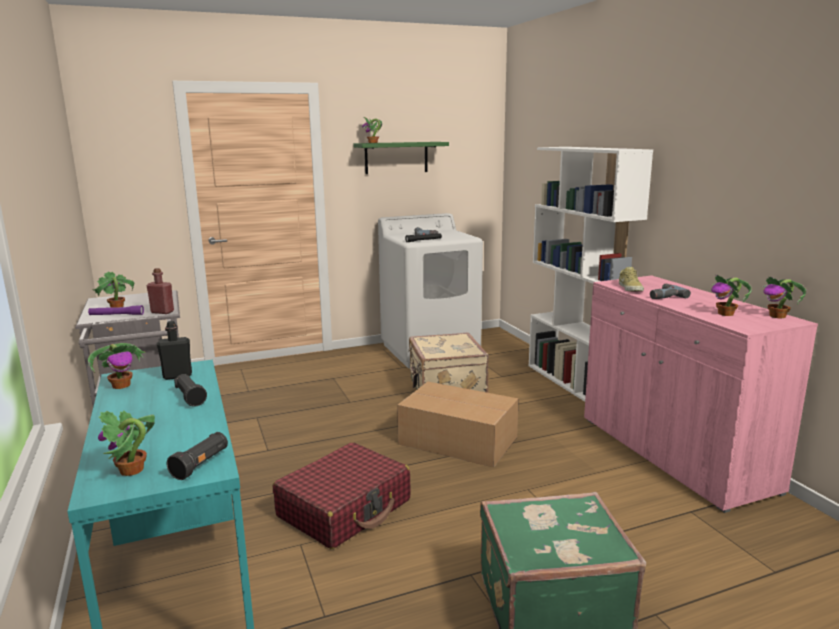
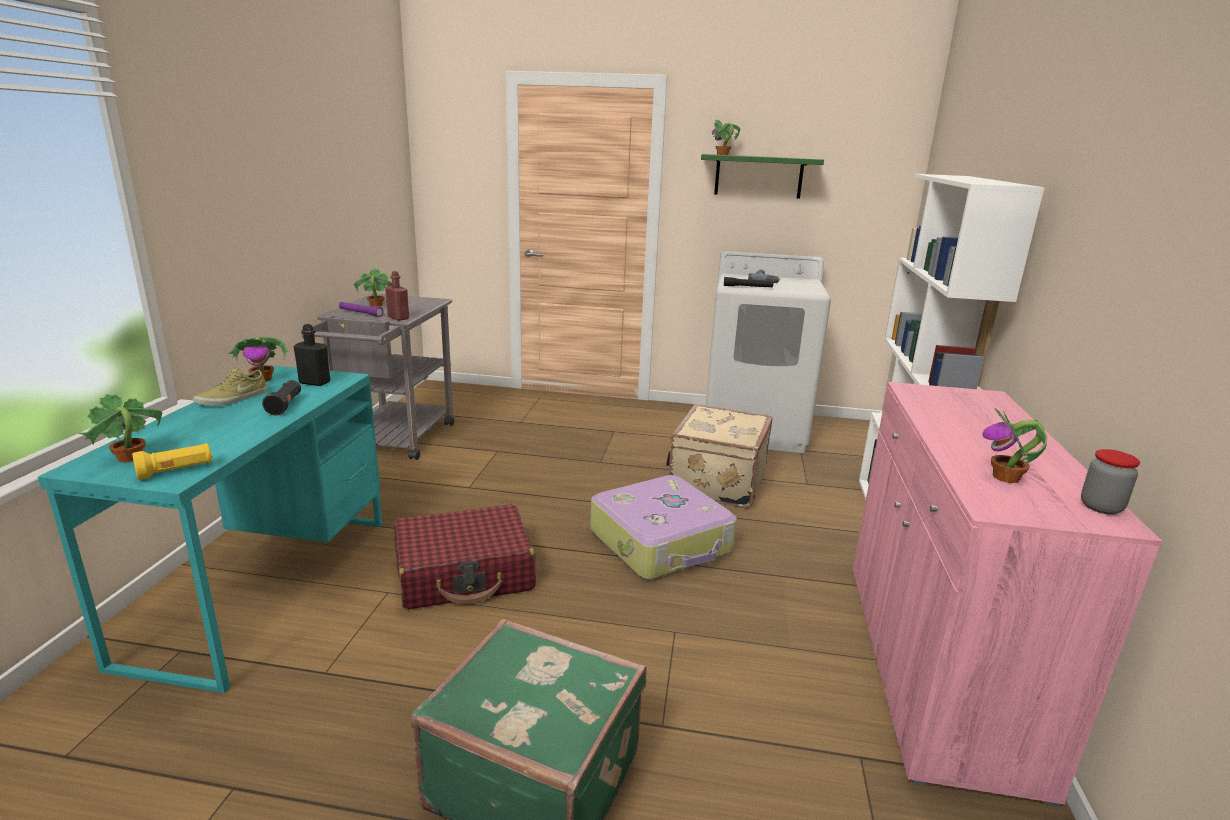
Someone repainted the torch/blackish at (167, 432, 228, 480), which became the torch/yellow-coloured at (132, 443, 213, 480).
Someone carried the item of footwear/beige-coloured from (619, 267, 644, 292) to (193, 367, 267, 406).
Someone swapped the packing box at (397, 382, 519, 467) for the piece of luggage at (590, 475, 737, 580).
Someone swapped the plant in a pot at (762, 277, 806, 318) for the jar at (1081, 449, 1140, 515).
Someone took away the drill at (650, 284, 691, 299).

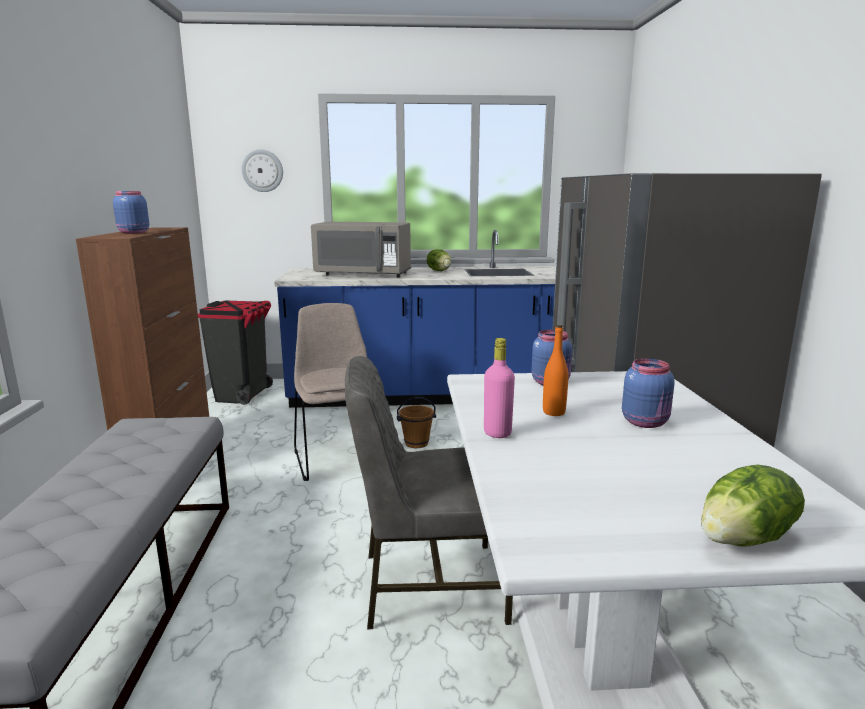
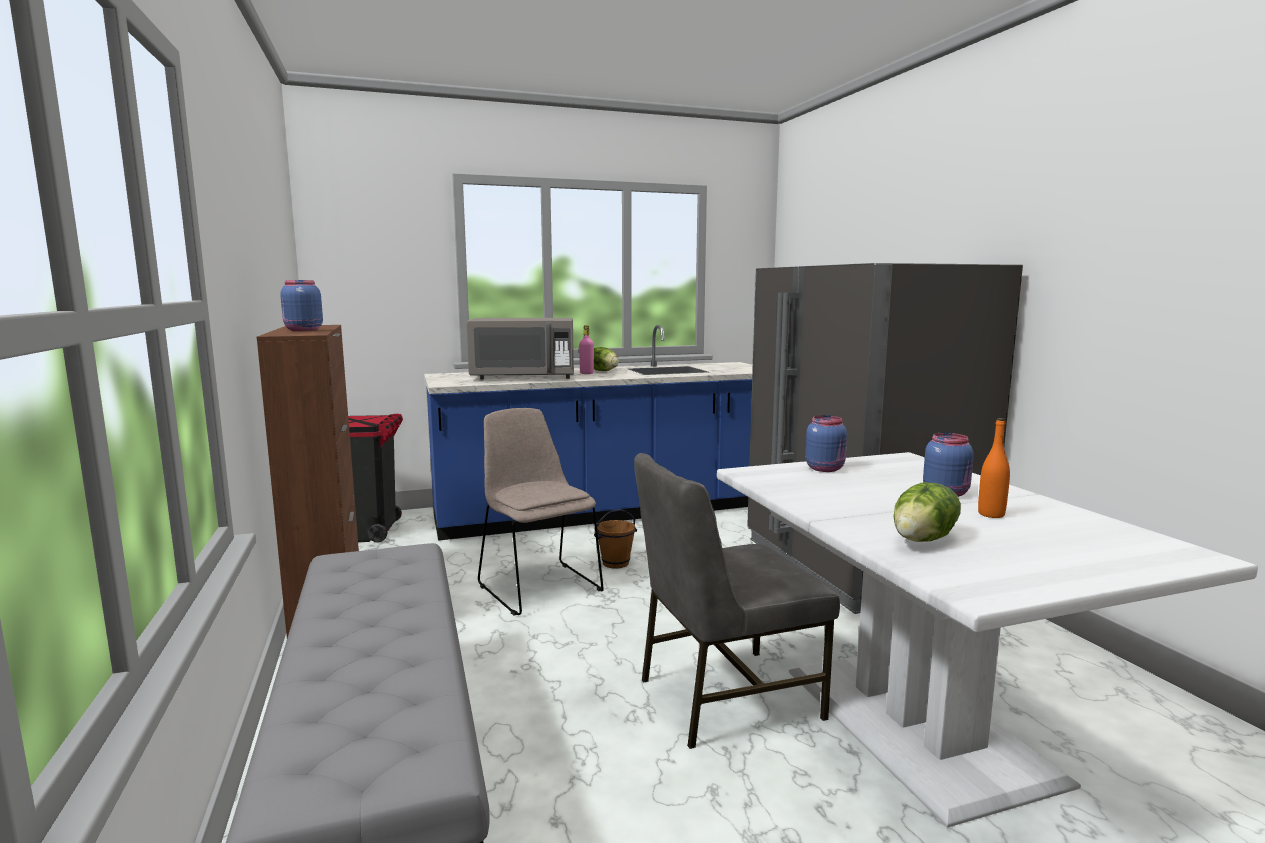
Someone carried the bottle/pinkish from (484, 338, 515, 438) to (579, 325, 594, 374).
Someone carried the head of lettuce from (701, 465, 805, 547) to (894, 482, 961, 542).
Someone carried the bottle/orangey from (543, 325, 568, 416) to (978, 418, 1010, 518).
Someone took away the wall clock at (242, 149, 283, 192).

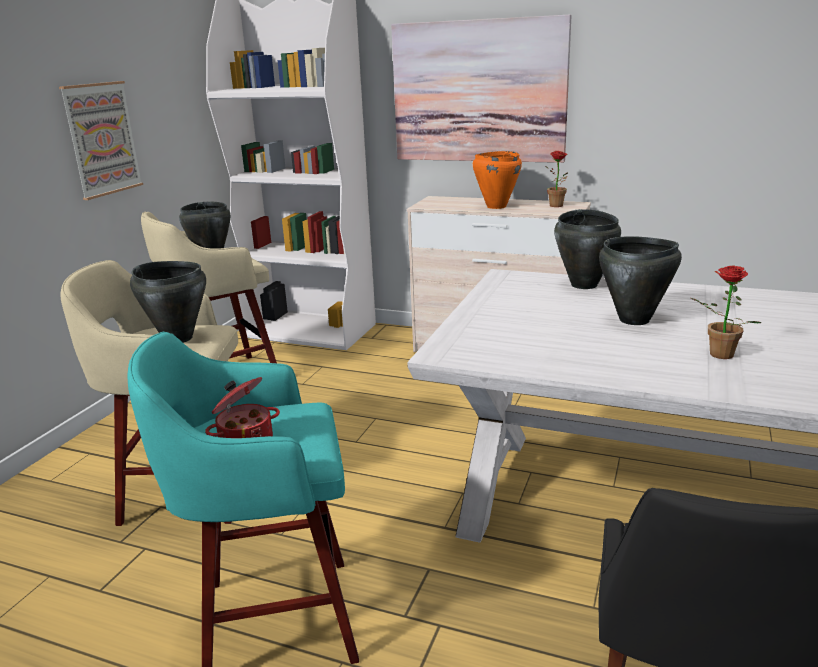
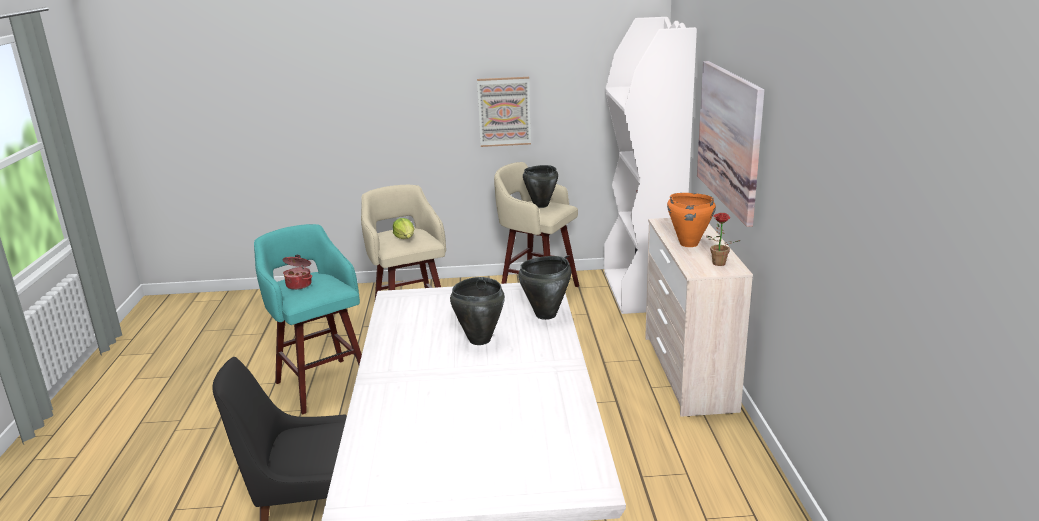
Someone swapped the stockpot/blackish at (130, 261, 206, 343) for the head of lettuce at (393, 218, 414, 239).
Someone took away the plant in a pot at (691, 266, 761, 359).

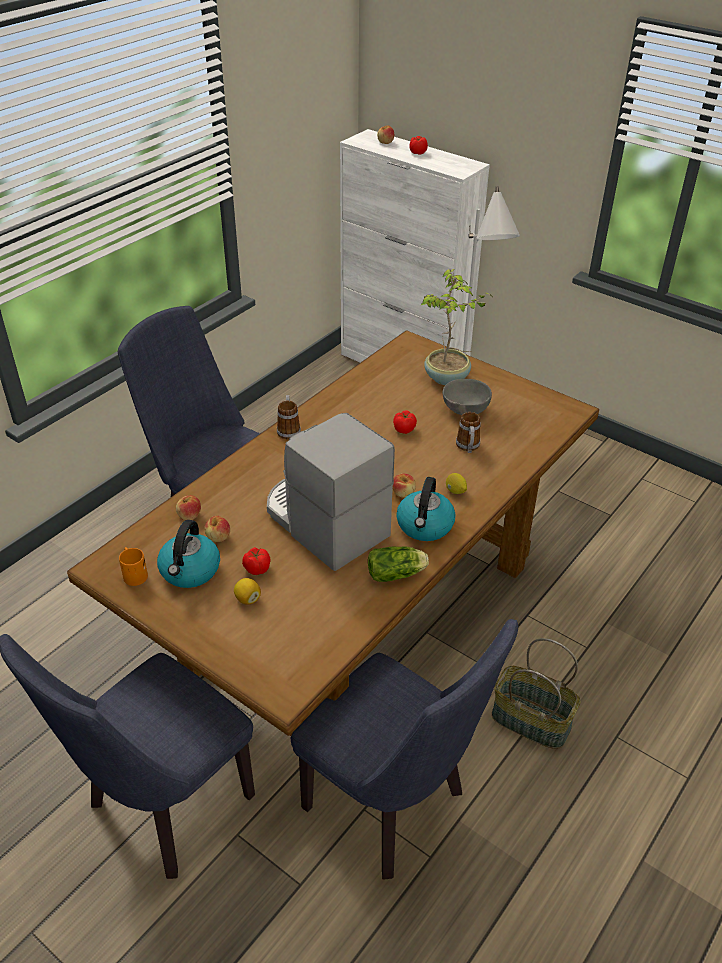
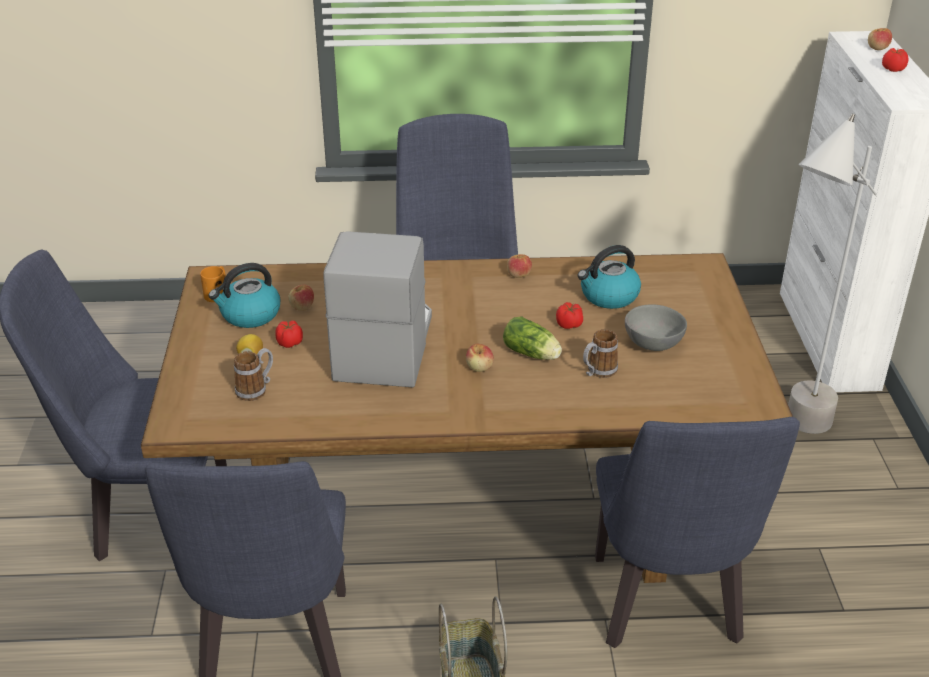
Someone carried the mug from (277, 395, 301, 440) to (234, 348, 273, 401).
Someone carried the head of lettuce from (368, 546, 429, 582) to (503, 316, 562, 360).
Someone carried the whole apple from (176, 495, 201, 520) to (507, 254, 532, 278).
Someone carried the kettle from (396, 477, 455, 541) to (577, 245, 641, 309).
Someone put down the chair/bluish at (595, 417, 800, 648).
Someone took away the plant in a pot at (420, 269, 493, 385).
Someone took away the lemon at (446, 473, 467, 494).

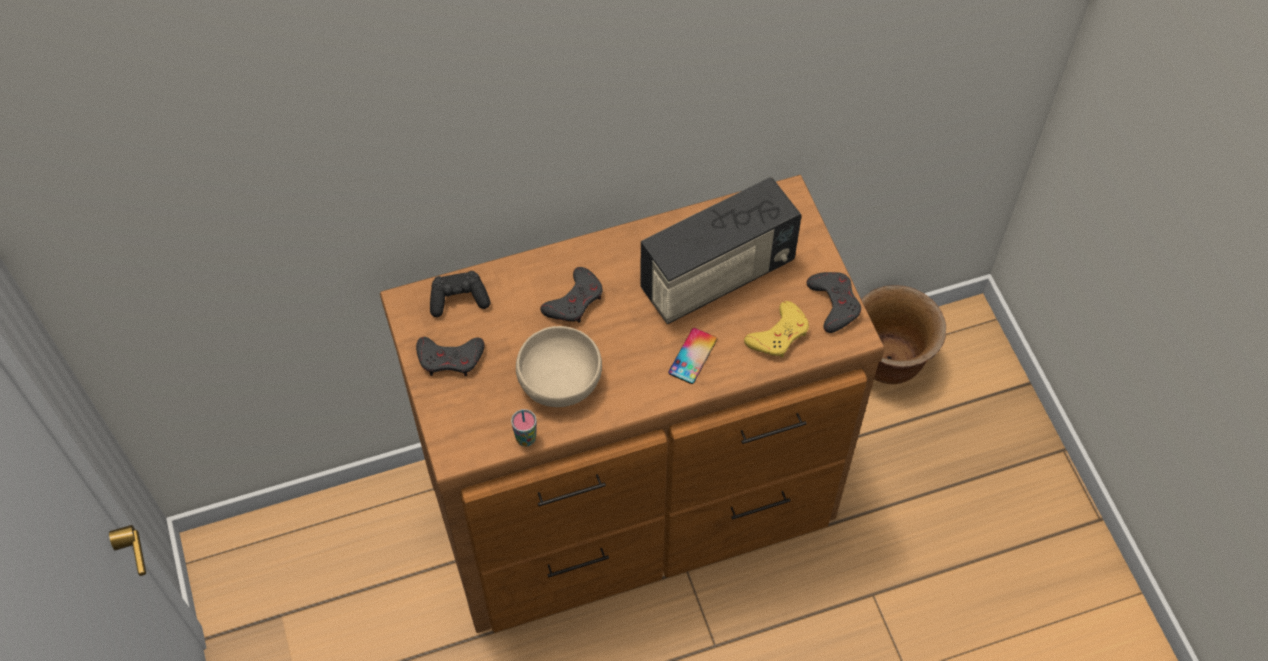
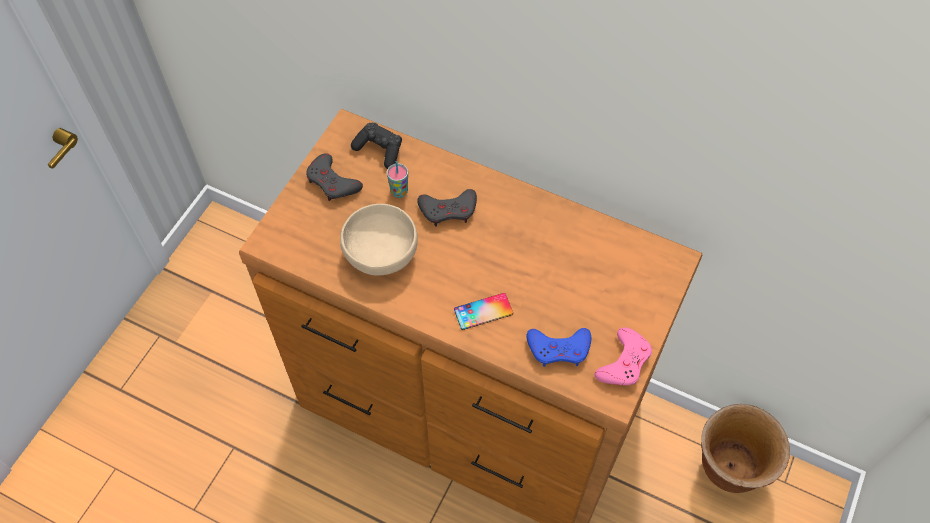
Someone carried the cup from (511, 409, 537, 446) to (387, 161, 408, 198).
Someone repainted the game controller/yellow-coloured at (744, 301, 809, 358), which became the game controller/bluish at (526, 328, 591, 367).
Someone repainted the game controller/grey at (806, 272, 861, 333), which became the game controller/pinkish at (595, 327, 652, 385).
Someone took away the radio receiver at (640, 177, 802, 325).

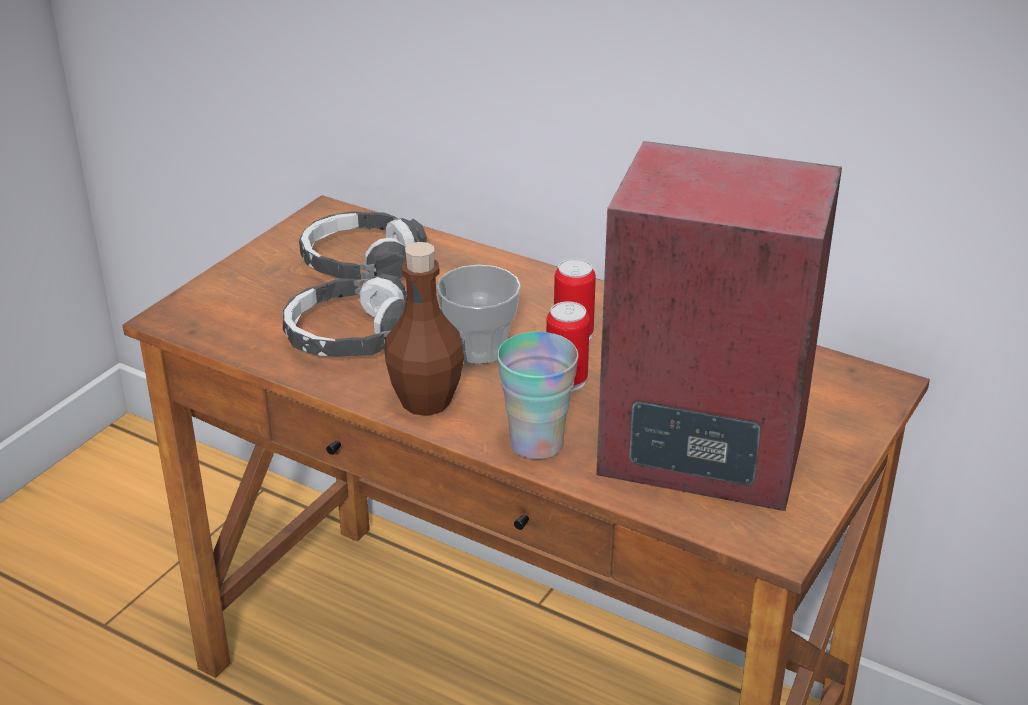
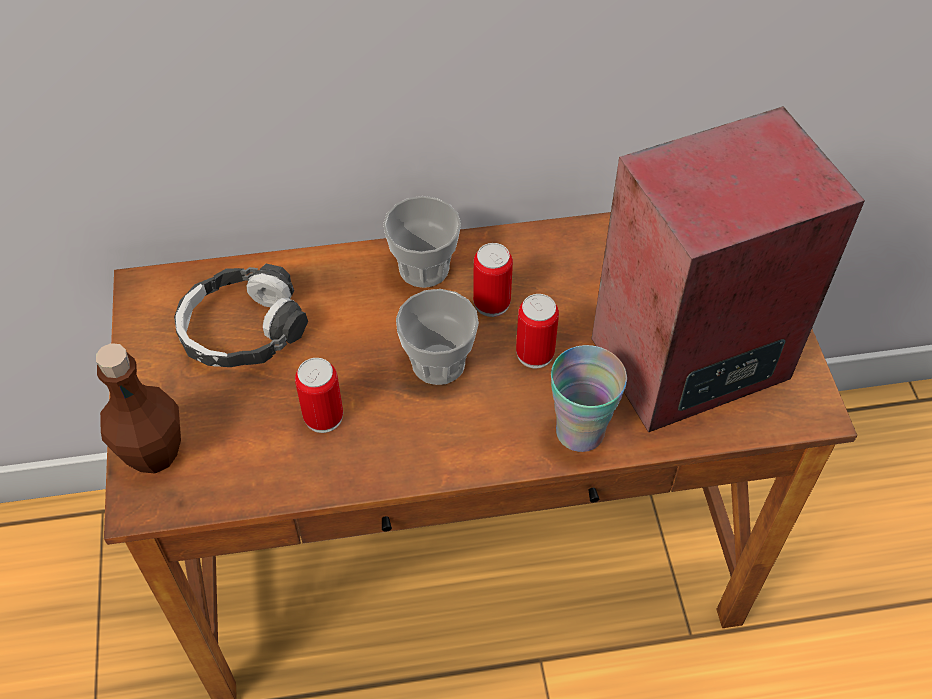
Someone carried the bottle/brownish from (384, 242, 464, 416) to (96, 343, 181, 473).
Someone swapped the pair of headphones at (283, 273, 407, 357) for the can at (295, 358, 343, 433).
Someone put down the cup at (383, 196, 461, 288).

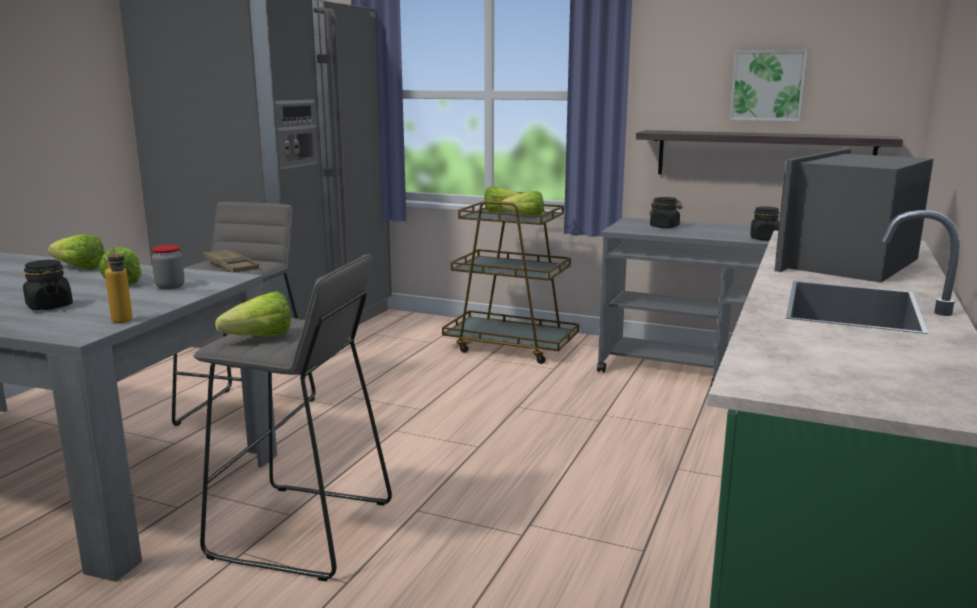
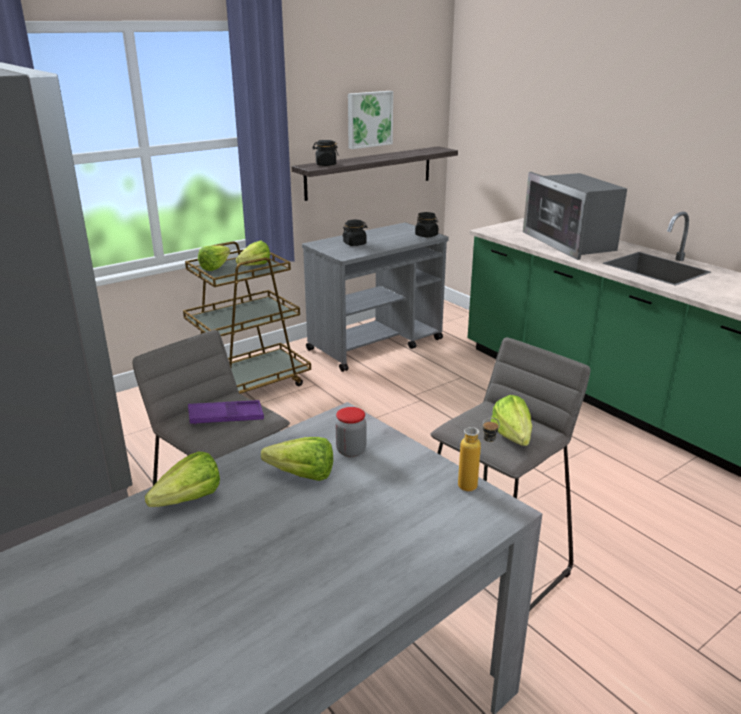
Someone repainted the serving tray/brownish at (202, 249, 259, 272), which became the serving tray/purple-coloured at (188, 400, 264, 425).
Someone carried the jar/blackish from (23, 260, 73, 310) to (312, 140, 339, 166).

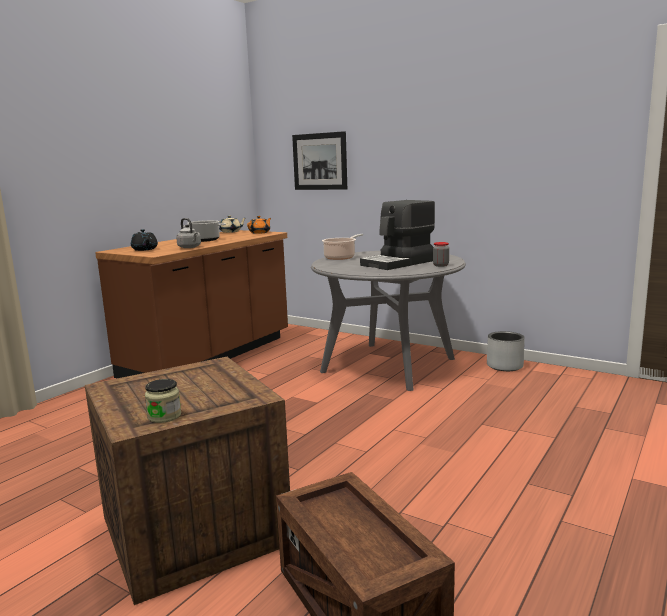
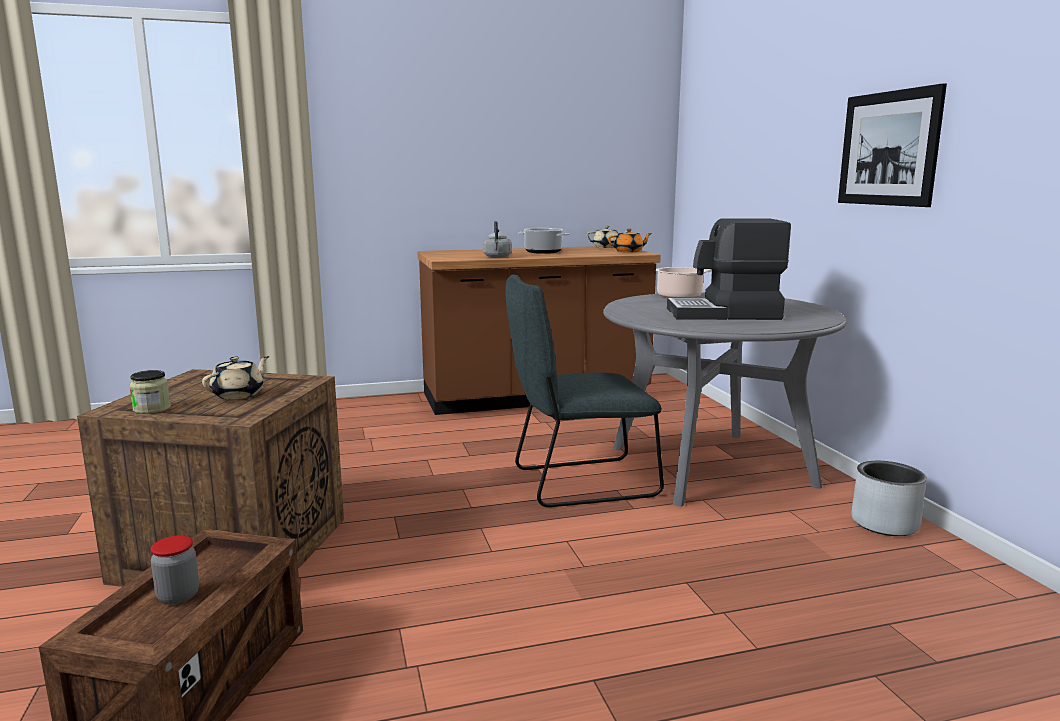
Someone carried the jar from (433, 242, 449, 267) to (151, 536, 199, 605).
Someone put down the teapot/beige-coloured at (202, 356, 269, 399).
Someone put down the chair/grey at (506, 275, 664, 507).
Someone carried the wall art from (292, 131, 347, 190) to (838, 83, 947, 207).
Someone took away the teapot/blackish at (131, 229, 158, 251).

